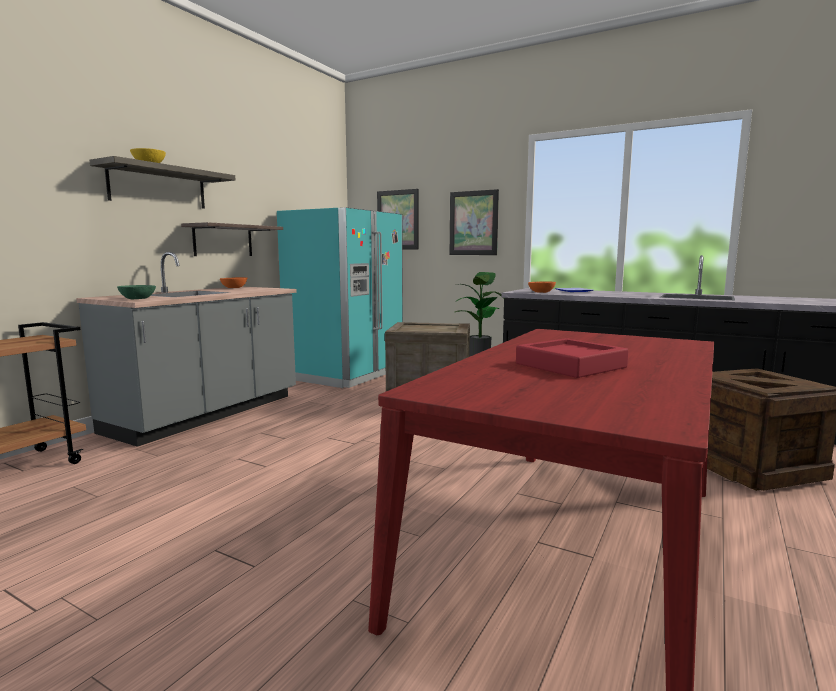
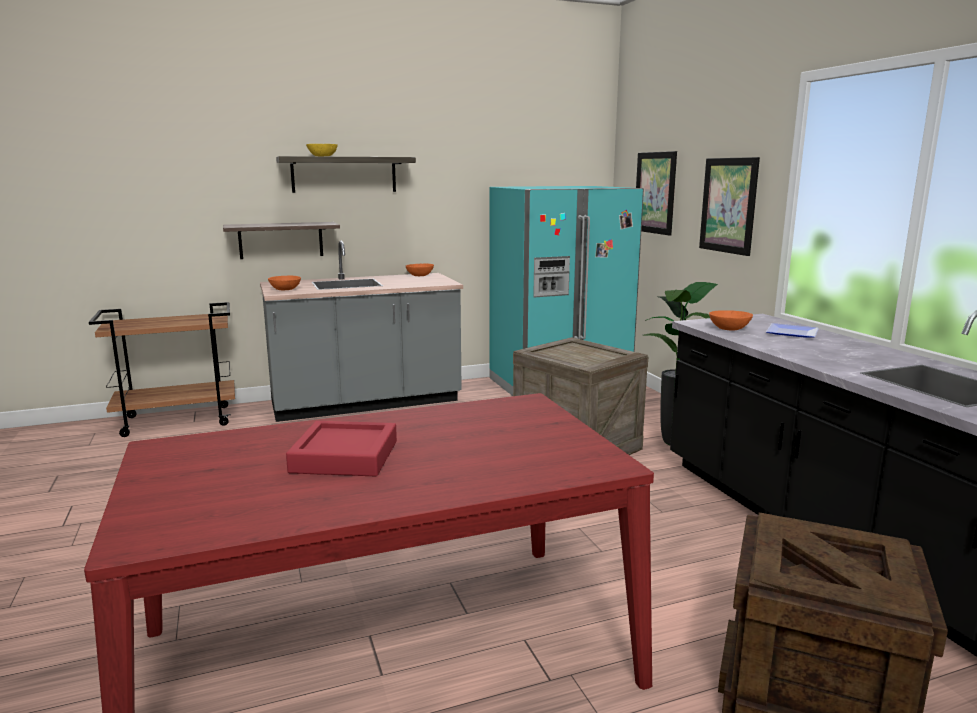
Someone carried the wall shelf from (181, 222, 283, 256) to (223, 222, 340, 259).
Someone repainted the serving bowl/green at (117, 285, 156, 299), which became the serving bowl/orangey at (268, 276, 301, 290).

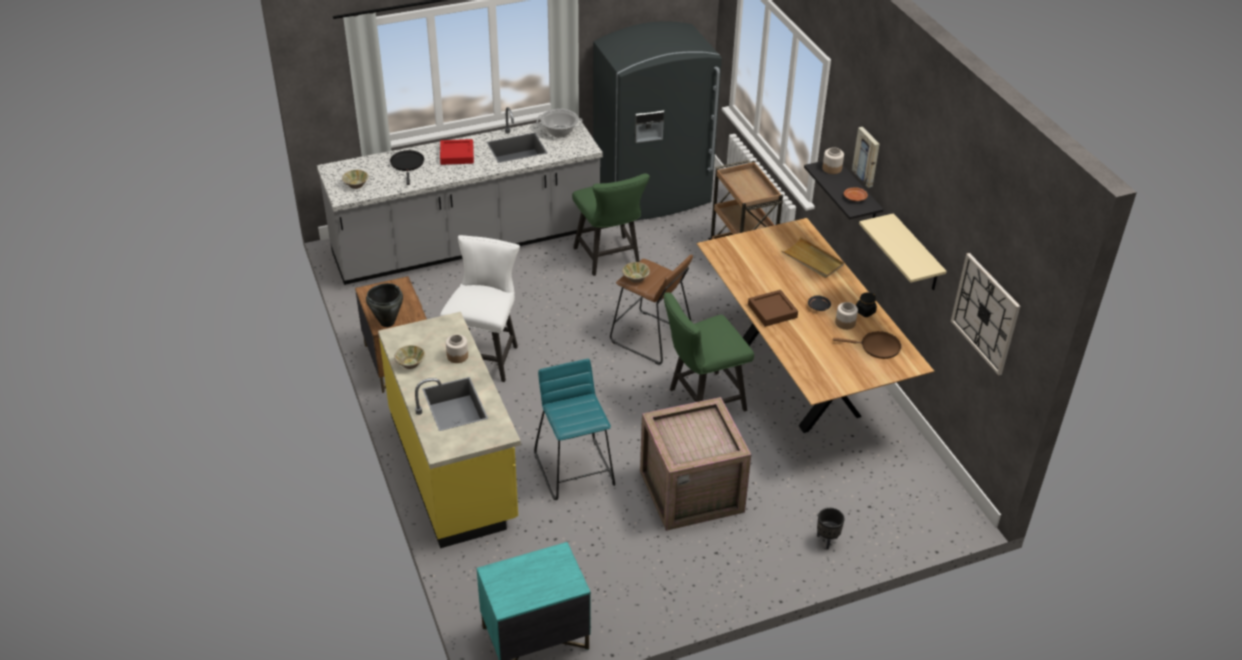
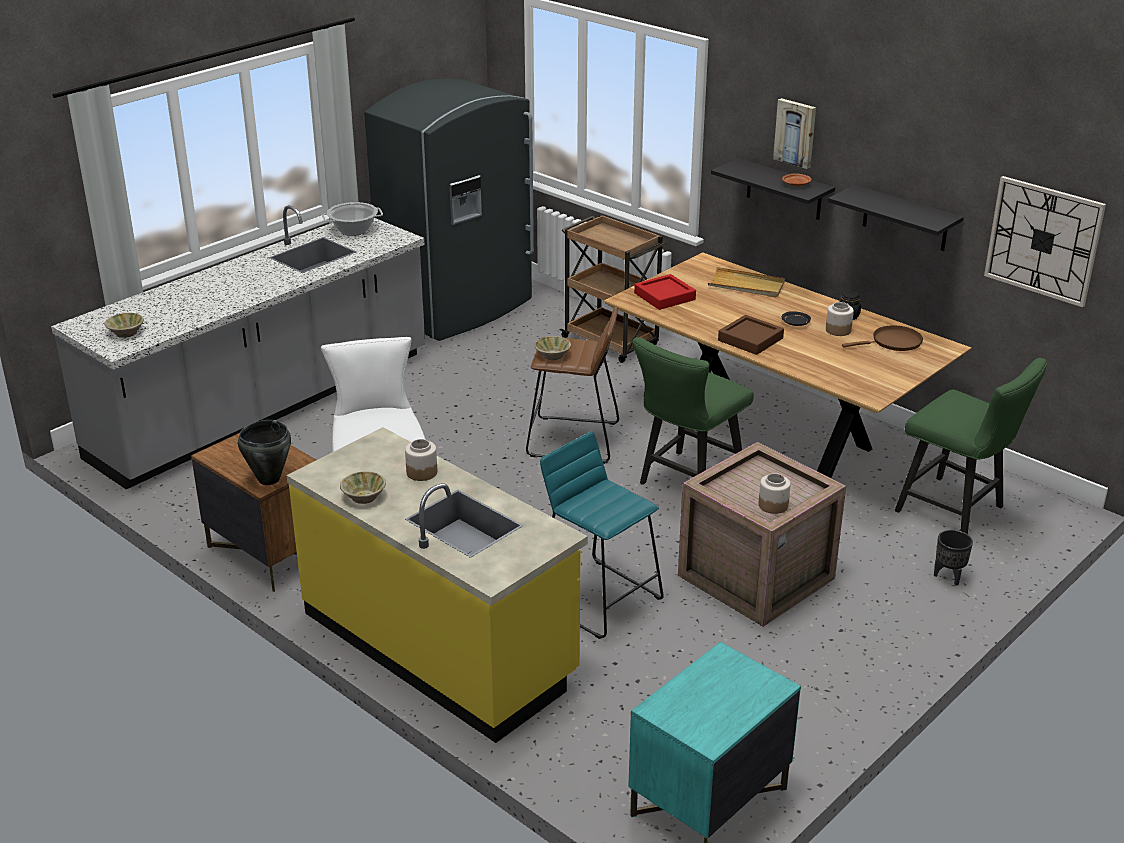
Someone carried the serving tray/reddish from (440, 139, 474, 165) to (634, 274, 696, 310).
Someone carried the jar from (822, 147, 844, 174) to (759, 473, 791, 514).
Someone repainted the wall shelf/beige-coloured at (859, 213, 947, 290), which became the wall shelf/blackish at (828, 185, 964, 251).
Someone carried the chair/green from (572, 173, 650, 276) to (895, 358, 1047, 534).
Someone took away the pan/blackish at (390, 150, 424, 185).

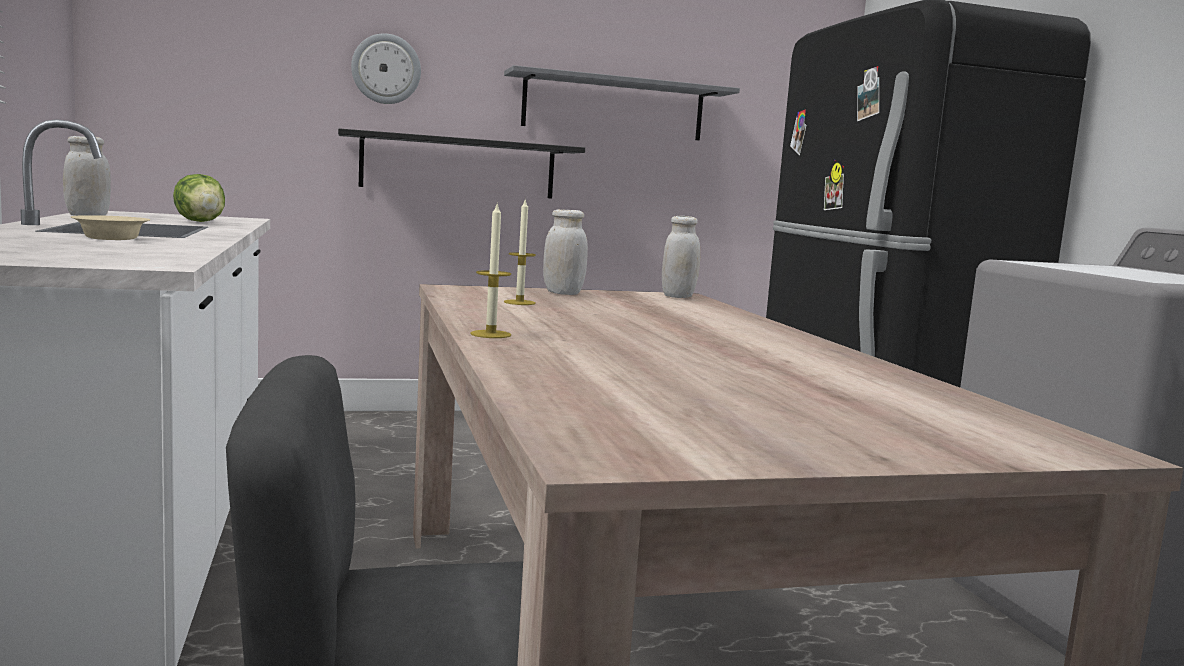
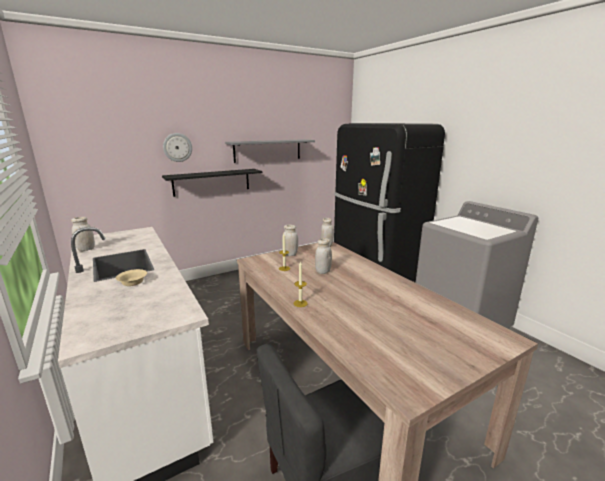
Someone put down the jar/white at (315, 238, 332, 274).
Someone took away the head of lettuce at (173, 174, 225, 222).

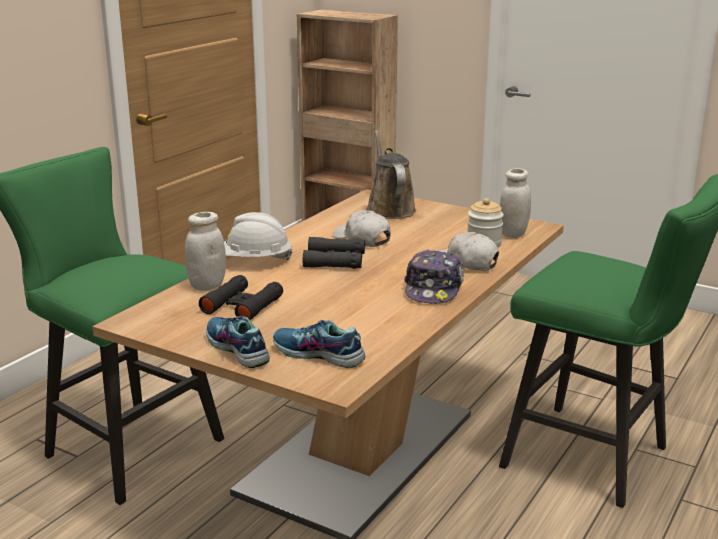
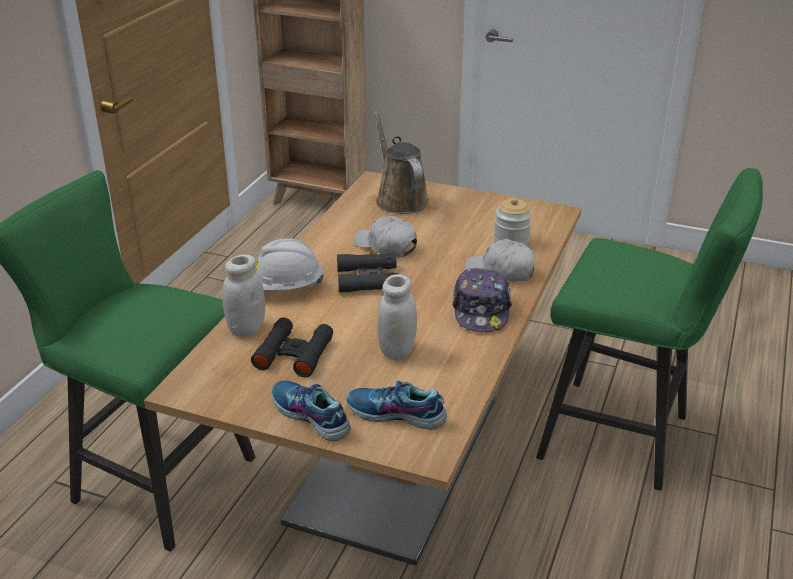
Someone carried the jar/white from (500, 168, 531, 238) to (378, 274, 417, 360).

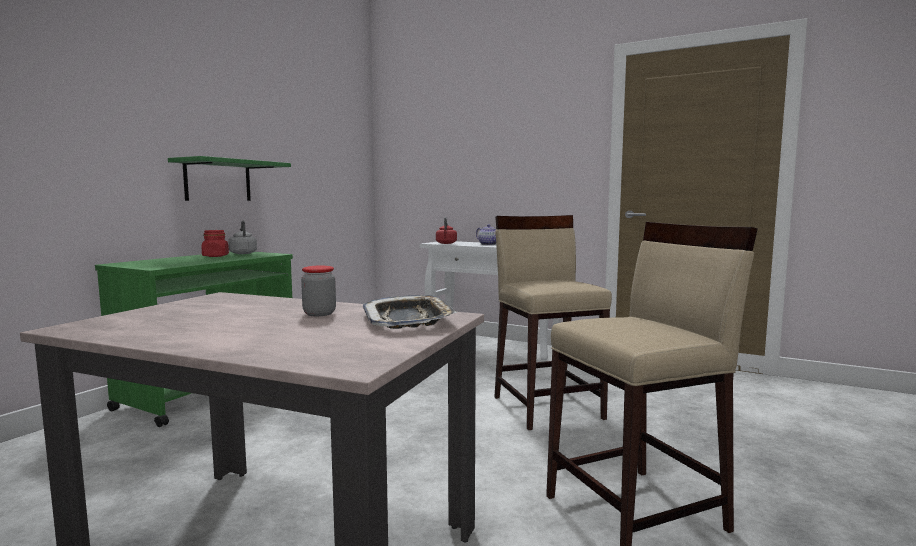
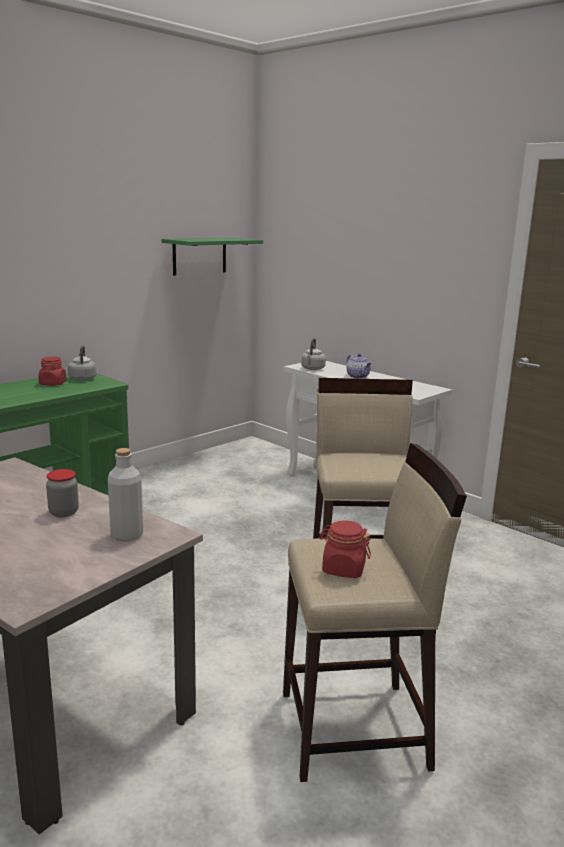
Someone swapped the serving tray at (363, 295, 457, 329) for the bottle/grey at (108, 448, 143, 542).
Someone carried the wall shelf/green from (168, 156, 291, 201) to (162, 238, 263, 276).
Someone repainted the kettle/reddish at (436, 217, 457, 244), which became the kettle/grey at (301, 338, 326, 370).
Someone put down the jar/reddish at (319, 520, 371, 578).

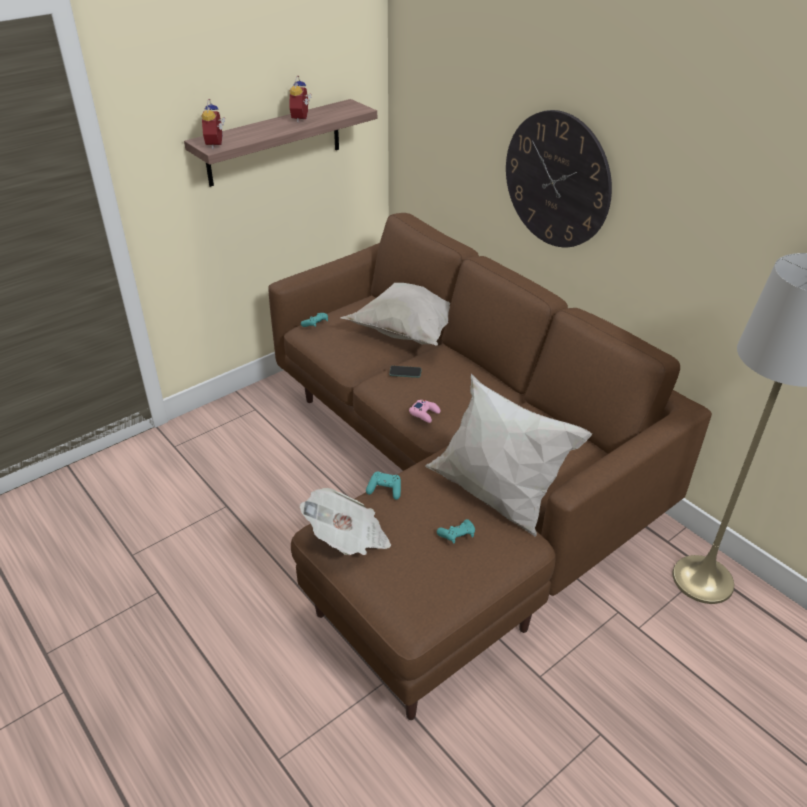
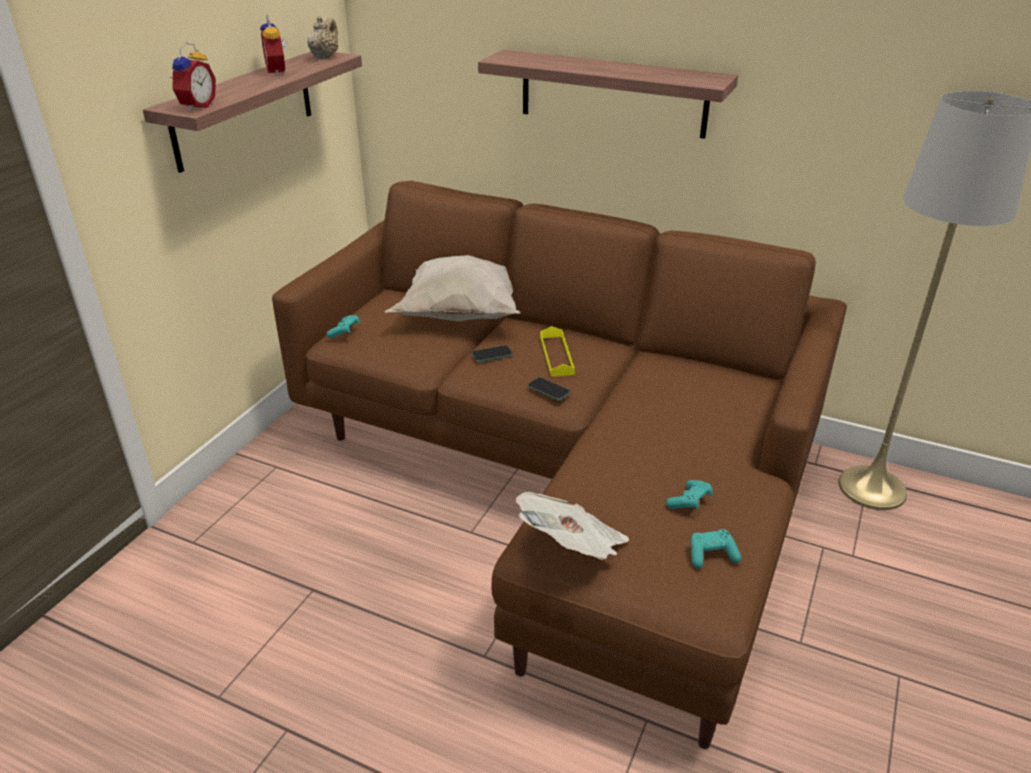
Someone rotated the table clock at (201, 99, 225, 149) by 135 degrees counterclockwise.
Someone put down the teapot/beige-coloured at (307, 16, 338, 59).
Someone swapped the wall clock at (506, 110, 612, 247) for the wall shelf at (478, 50, 738, 139).
Someone swapped the game controller/pinkish at (409, 400, 440, 423) for the telephone at (527, 377, 571, 401).
Someone put down the serving tray/yellow-coloured at (540, 326, 575, 377).
Someone carried the game controller/blue-green from (366, 471, 401, 500) to (691, 529, 741, 569).
Someone took away the pillow/white at (425, 374, 592, 537).

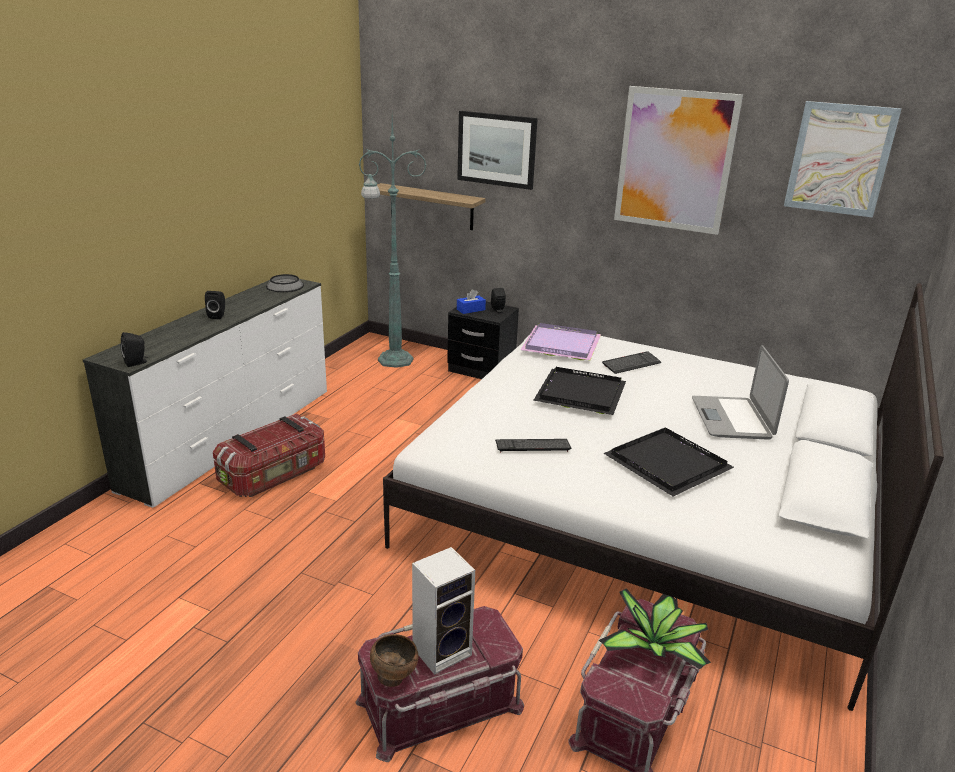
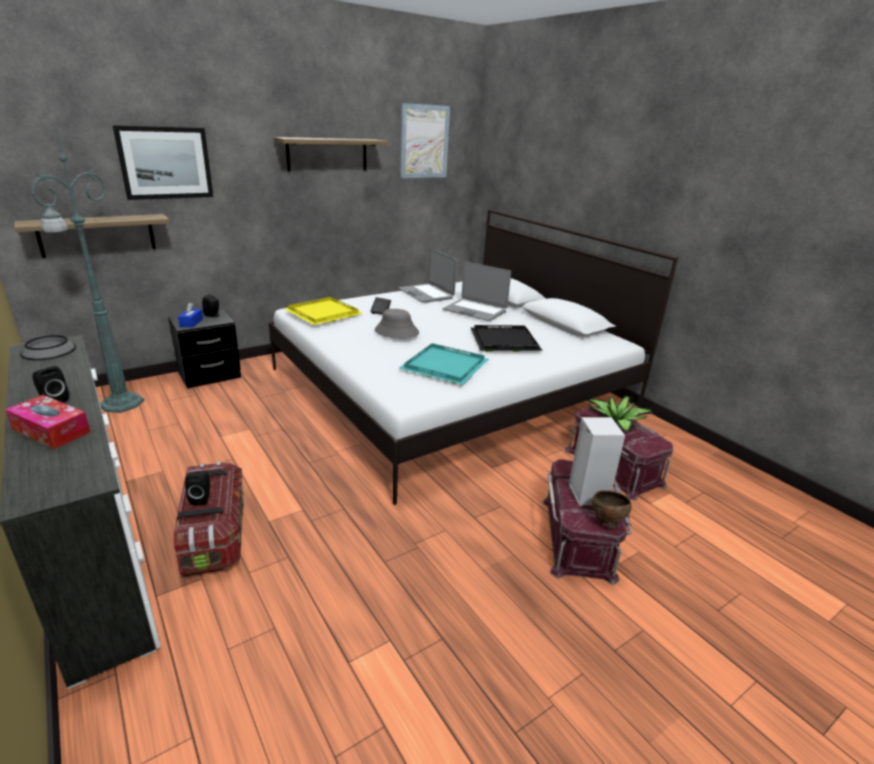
Someone put down the tissue holder at (5, 395, 91, 449).
Someone carried the loudspeaker/blackish from (120, 332, 148, 367) to (185, 472, 210, 505).
Someone swapped the wall art at (614, 86, 743, 235) for the wall shelf at (274, 137, 387, 171).
Someone repainted the serving tray/purple-coloured at (521, 323, 601, 360), which became the serving tray/yellow-coloured at (285, 297, 363, 325).
Someone swapped the serving tray/blackish at (533, 367, 626, 415) for the hat/grey at (375, 309, 419, 339).
Someone put down the notebook computer at (399, 249, 457, 302).
Someone swapped the keyboard at (495, 439, 571, 452) for the serving tray/blue-green at (399, 343, 489, 385).

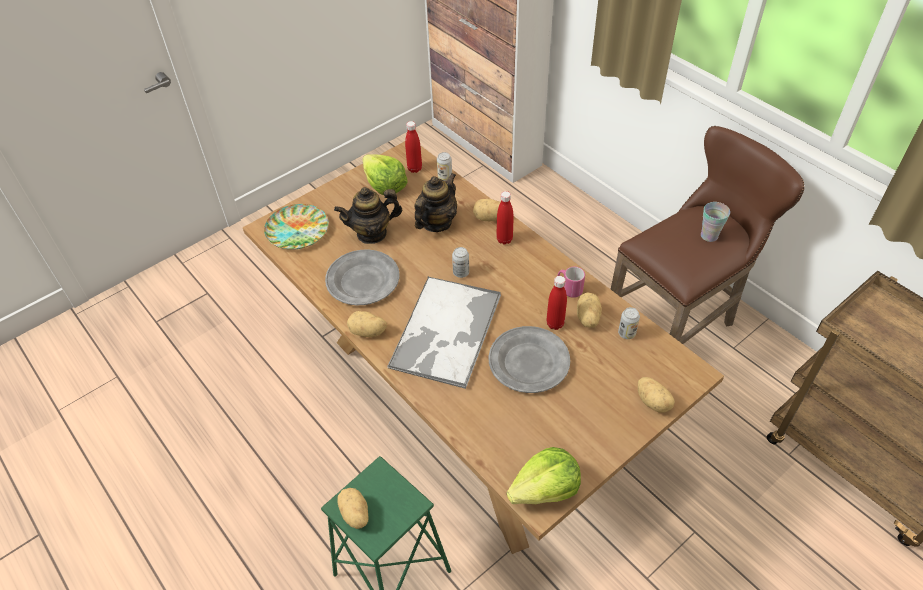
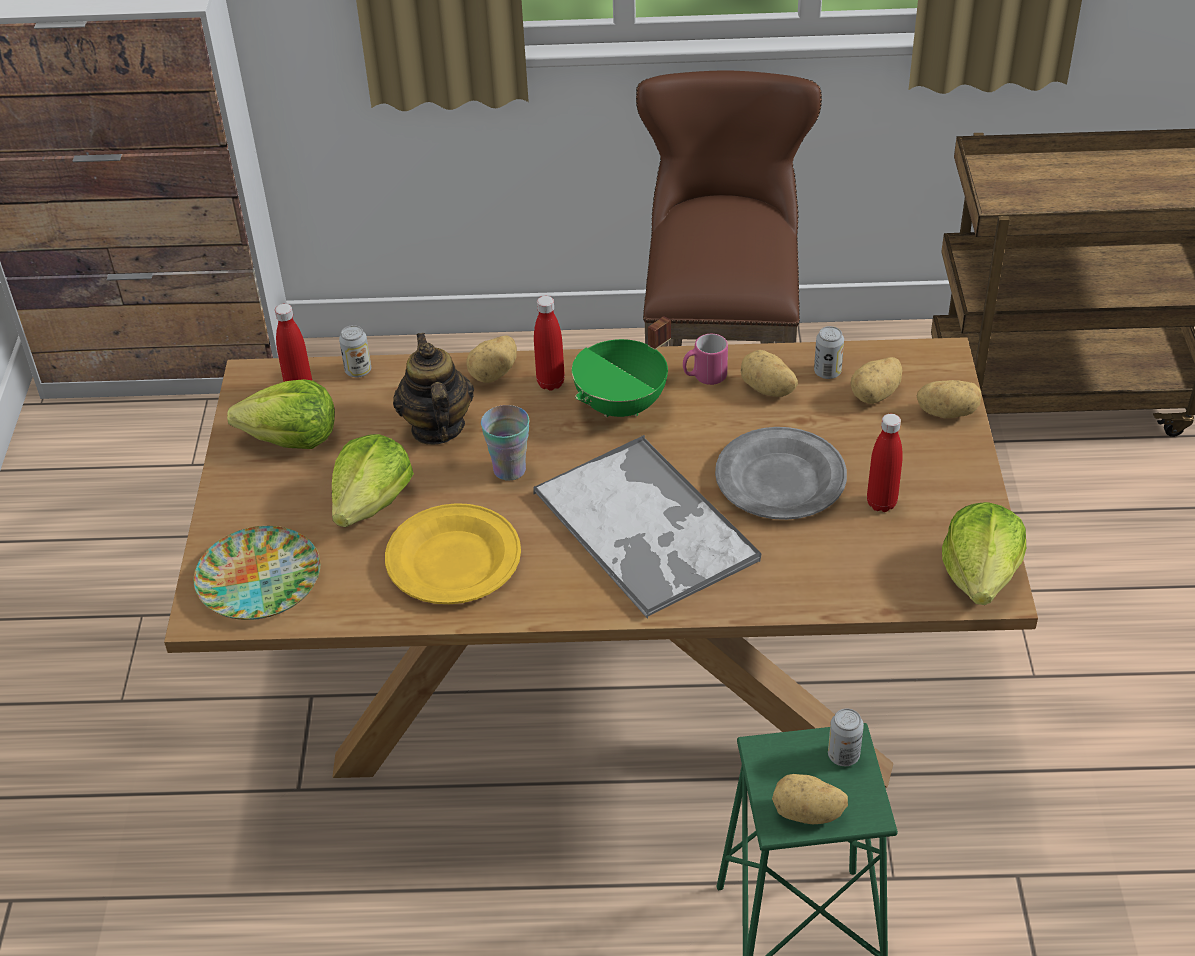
Someone swapped the teapot at (334, 187, 402, 244) for the head of lettuce at (332, 434, 414, 527).
Someone repainted the flat dish/grey at (325, 250, 400, 305), which became the flat dish/yellow-coloured at (385, 503, 521, 604).
Someone carried the cup from (701, 202, 730, 242) to (481, 405, 529, 481).
Someone put down the stockpot/green at (572, 316, 671, 417).
Someone carried the can from (452, 247, 469, 278) to (828, 708, 864, 766).
Someone carried the spud from (347, 311, 387, 337) to (850, 357, 903, 404).
Someone carried the bottle/reddish from (547, 276, 567, 330) to (867, 414, 903, 512).

